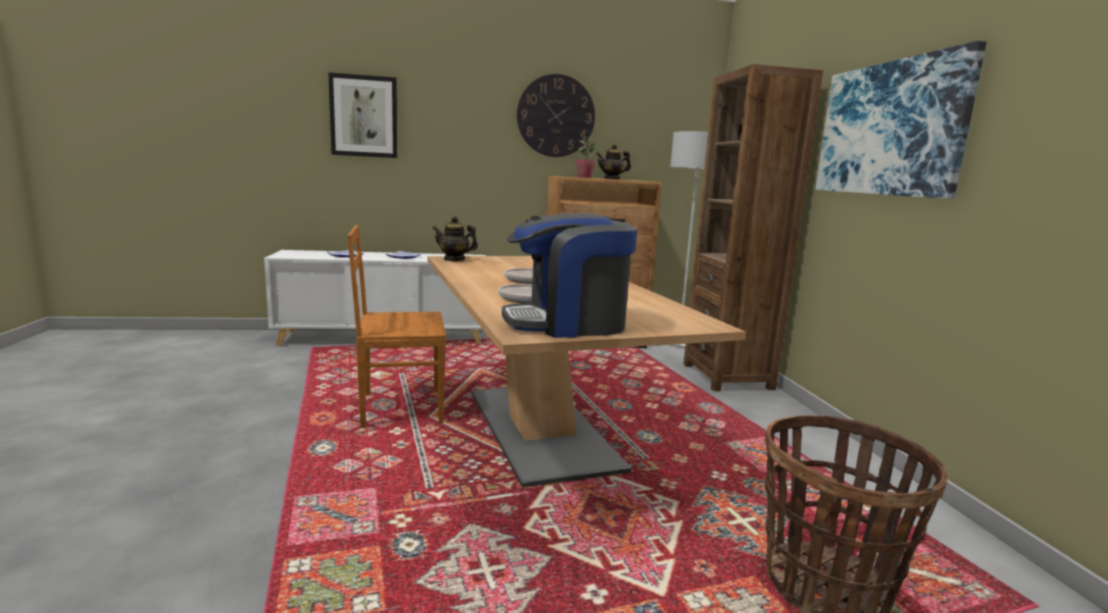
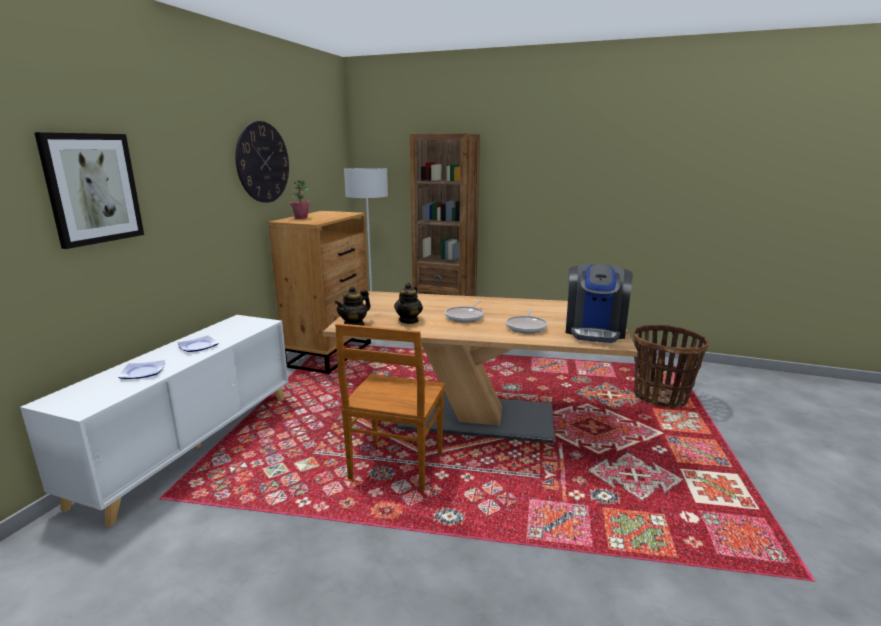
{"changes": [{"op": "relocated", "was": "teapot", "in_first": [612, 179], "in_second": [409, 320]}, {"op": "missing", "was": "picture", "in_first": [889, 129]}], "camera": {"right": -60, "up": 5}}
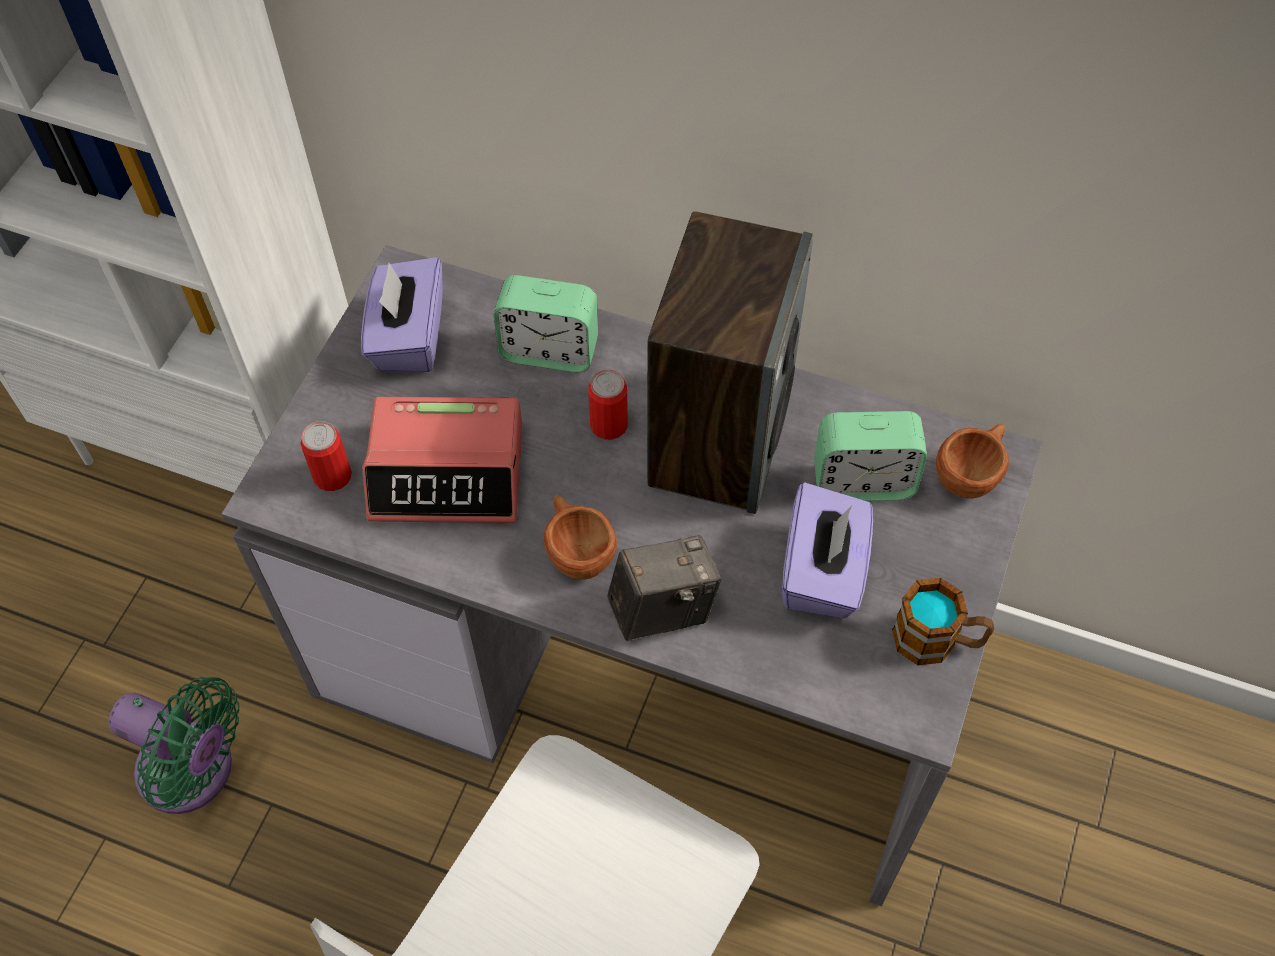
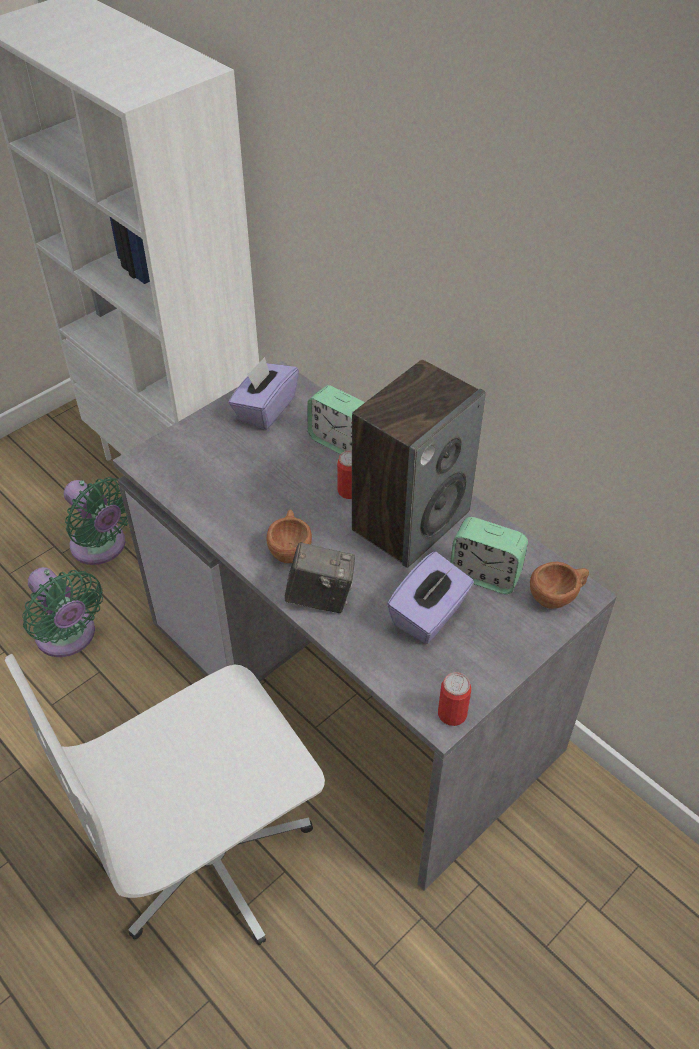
{"changes": [{"op": "relocated", "was": "can", "in_first": [332, 475], "in_second": [452, 713]}, {"op": "missing", "was": "bedside clock", "in_first": [448, 472]}, {"op": "missing", "was": "coffee mug", "in_first": [937, 640]}, {"op": "appeared", "now": "cooling fan/greenish", "in_second": [102, 547]}], "camera": {"right": 25, "up": -10}}
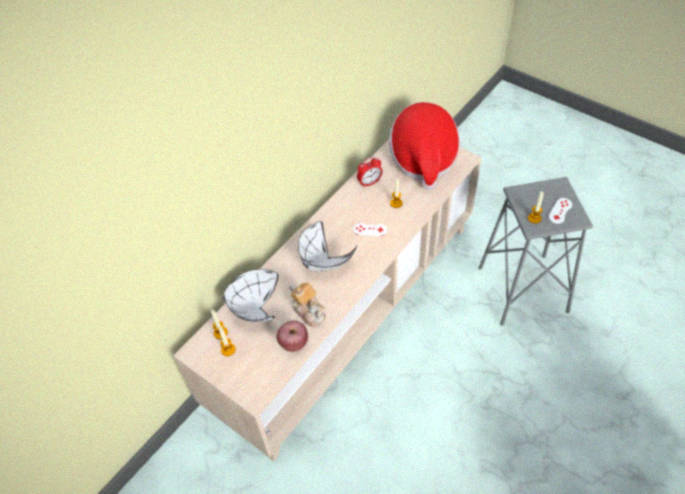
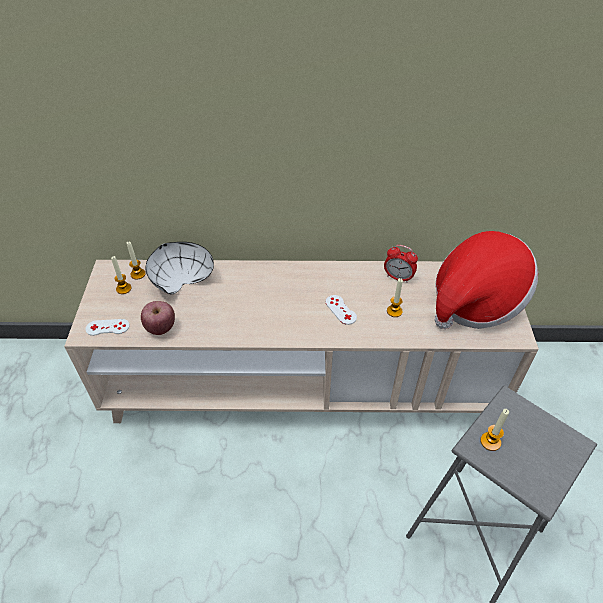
{"changes": [{"op": "missing", "was": "teapot", "in_first": [309, 311]}, {"op": "missing", "was": "deep dish/white-coloured", "in_first": [324, 262]}, {"op": "relocated", "was": "joypad/white-coloured", "in_first": [560, 211], "in_second": [107, 327]}], "camera": {"right": 50, "up": -5}}
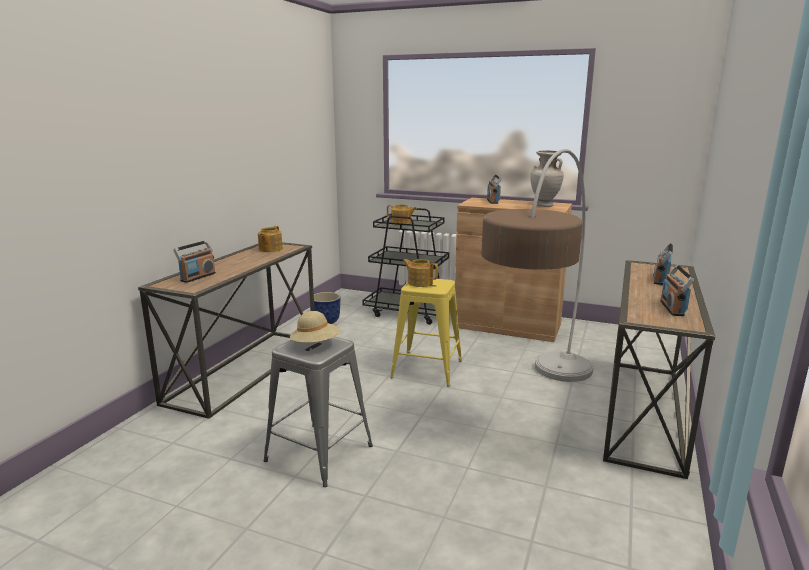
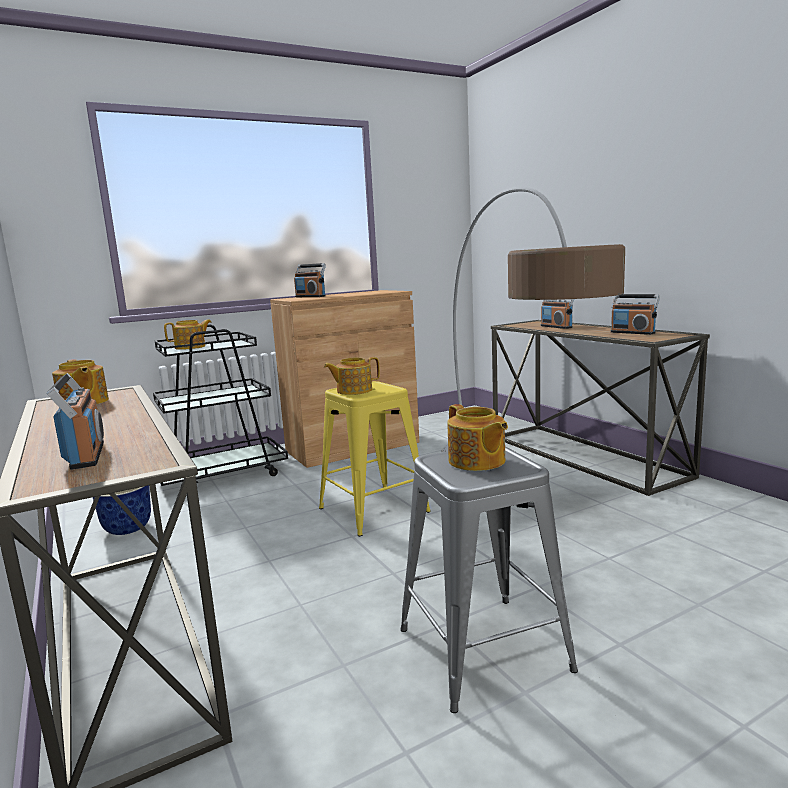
{"changes": [{"op": "exchanged", "was": "clothing hat/sand-coloured", "now": "teapot", "in_first": [315, 344], "in_second": [477, 461]}, {"op": "missing", "was": "vase/sand-coloured", "in_first": [544, 205]}], "camera": {"right": -50, "up": -5}}
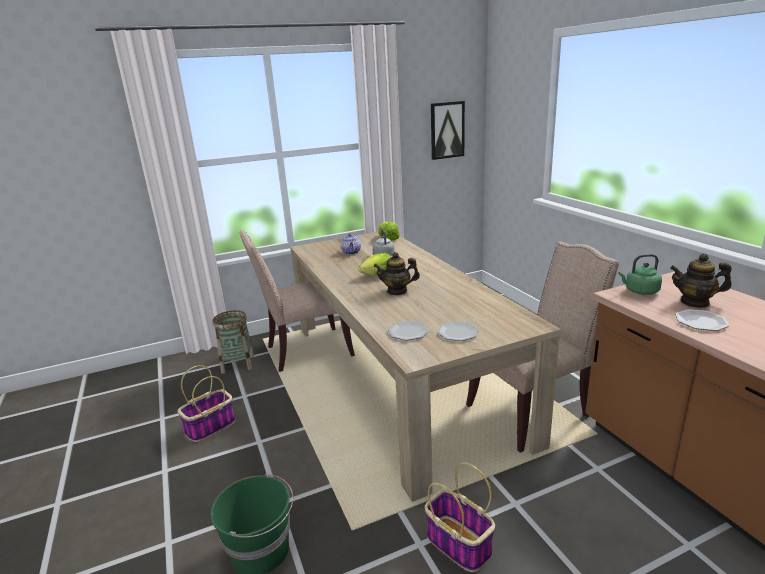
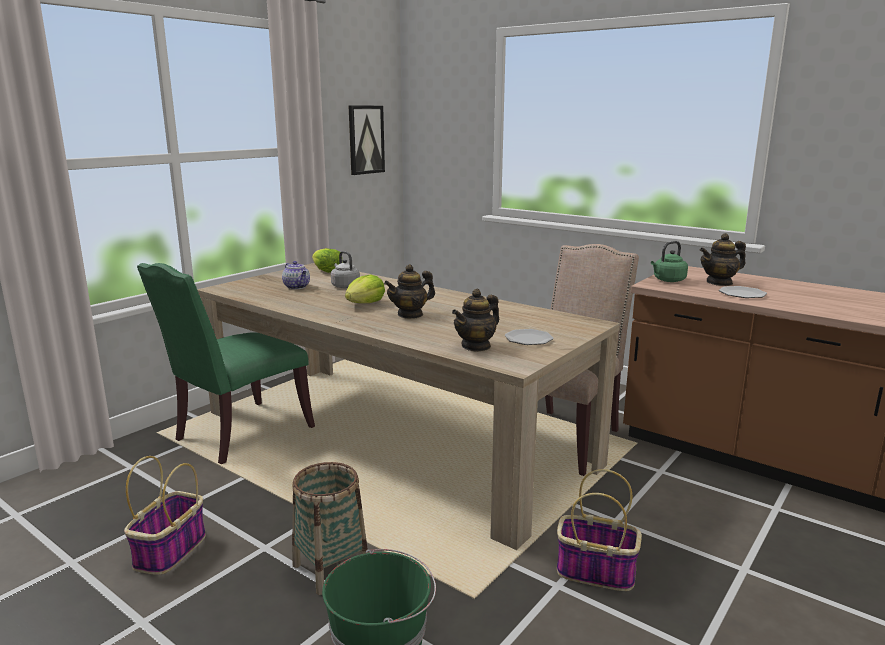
{"changes": [{"op": "relocated", "was": "basket", "in_first": [238, 364], "in_second": [330, 568]}, {"op": "colour", "was": "upright chair/sand-coloured", "now": "upright chair/greenish", "in_first": [305, 351], "in_second": [239, 435]}, {"op": "exchanged", "was": "flat dish", "now": "teapot", "in_first": [408, 332], "in_second": [476, 346]}], "camera": {"right": -30, "up": -5}}
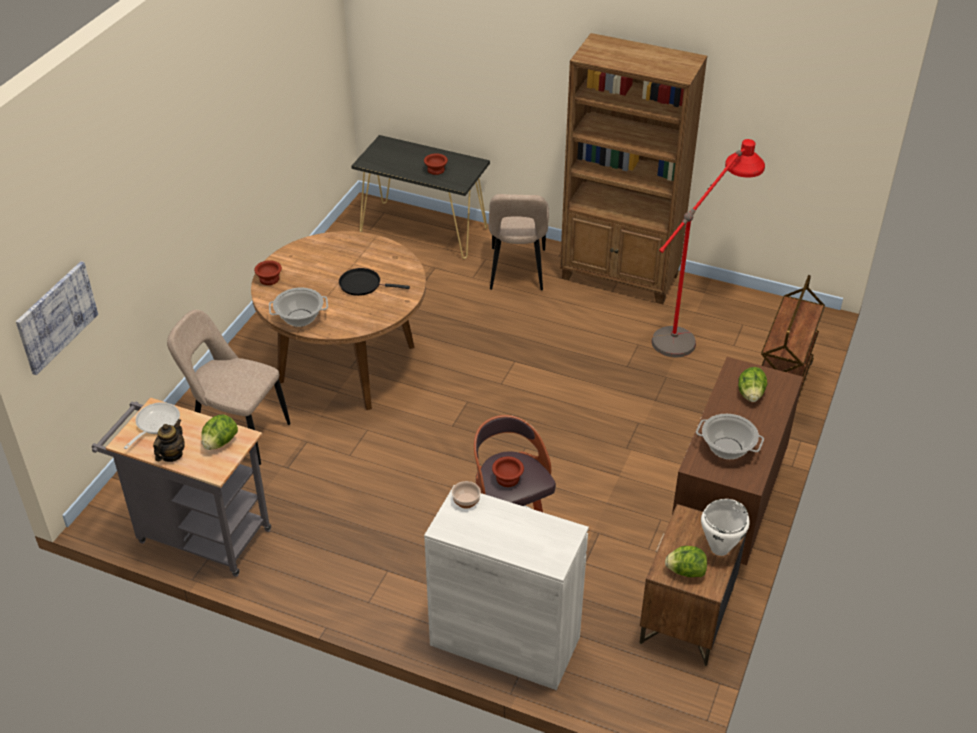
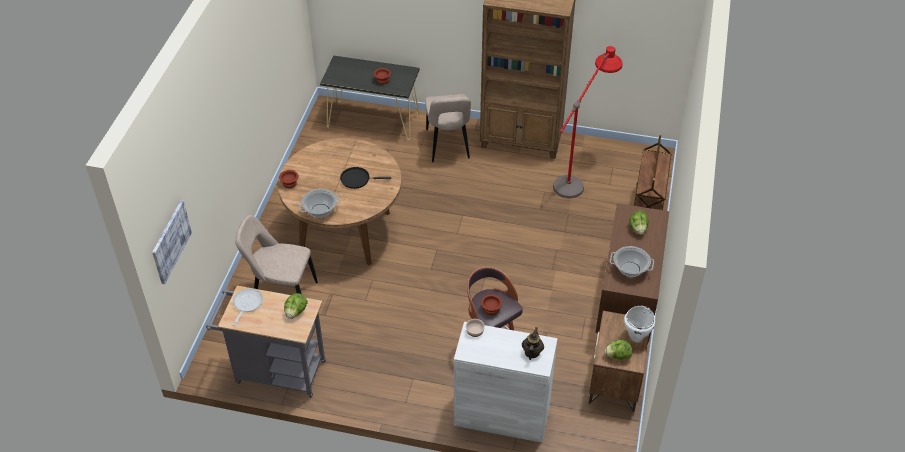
{"changes": [{"op": "relocated", "was": "teapot", "in_first": [171, 455], "in_second": [532, 352]}], "camera": {"right": -10, "up": 5}}
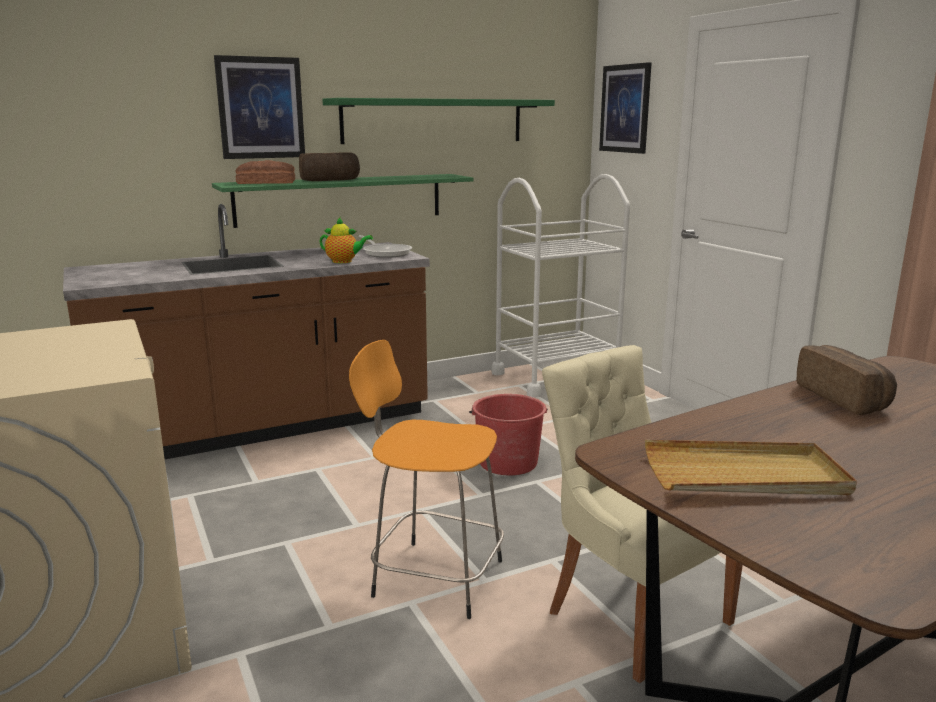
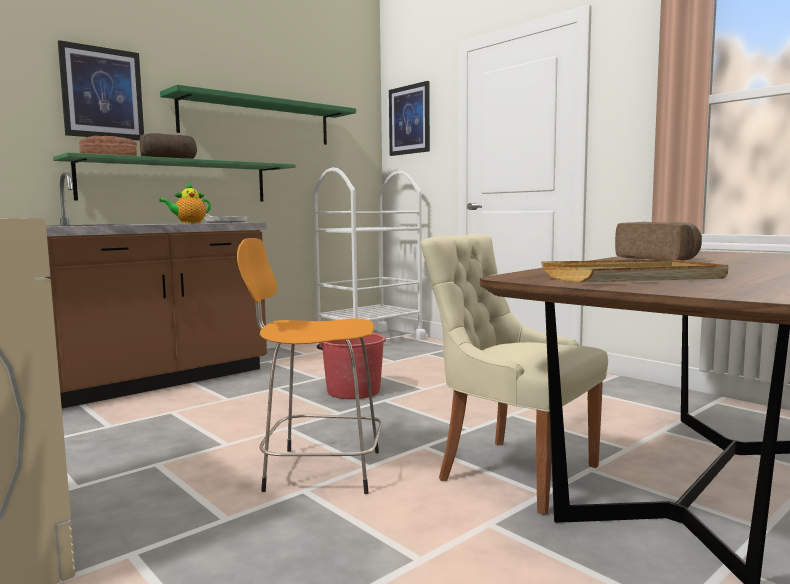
{"changes": [{"op": "spun", "was": "teapot", "in_first": [344, 261], "in_second": [188, 223], "clockwise": 150}], "camera": {"right": -15, "up": -10}}
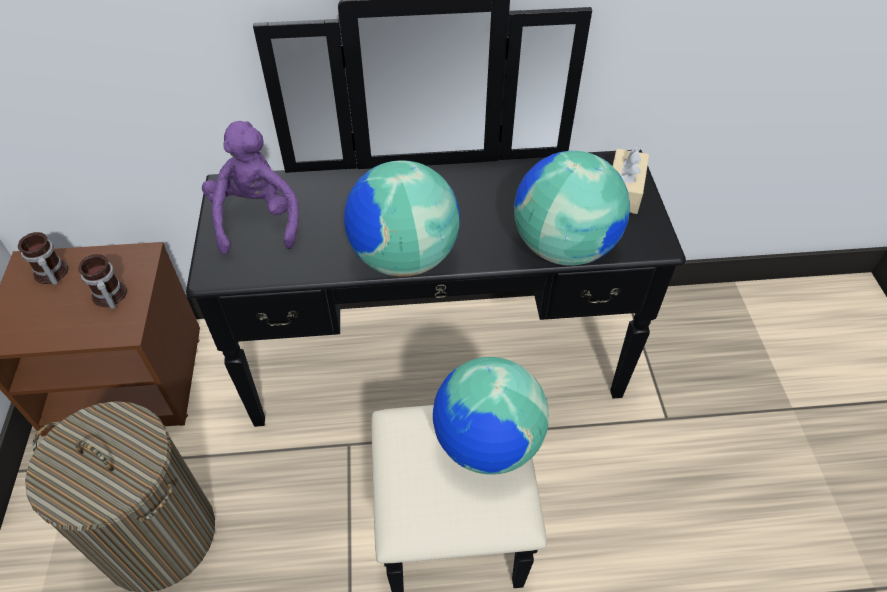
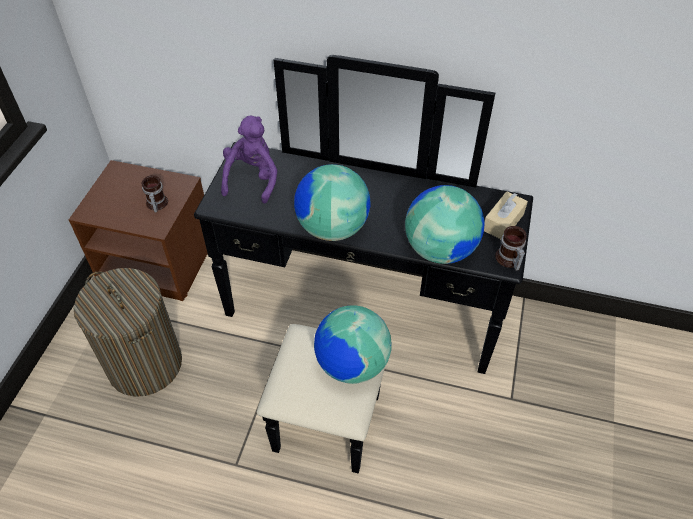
{"changes": [{"op": "relocated", "was": "coffee mug", "in_first": [50, 275], "in_second": [508, 260]}], "camera": {"right": 20, "up": 0}}
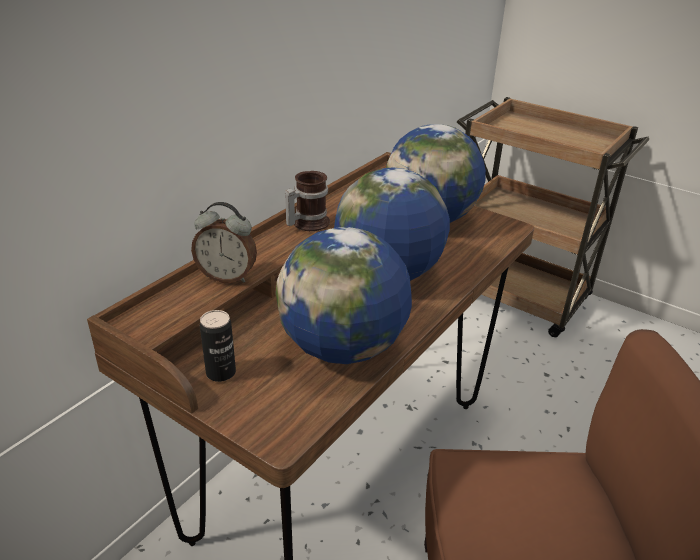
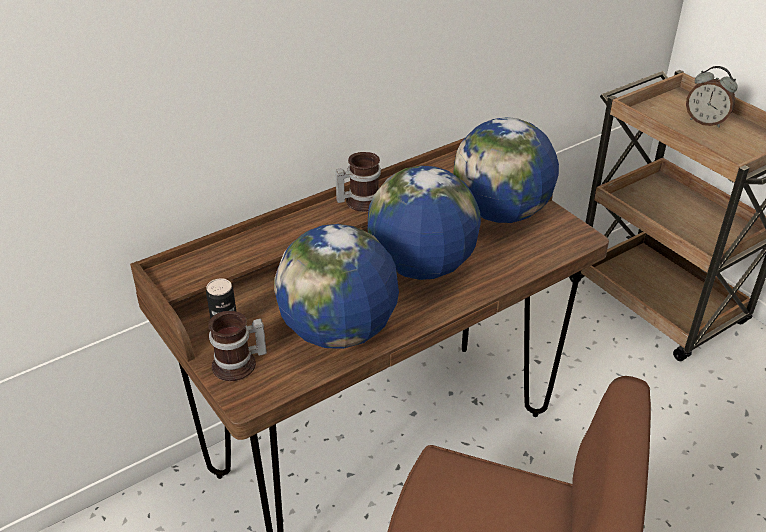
{"changes": [{"op": "relocated", "was": "bedside clock", "in_first": [227, 276], "in_second": [705, 122]}, {"op": "appeared", "now": "coffee mug", "in_second": [239, 365]}], "camera": {"right": 20, "up": 5}}
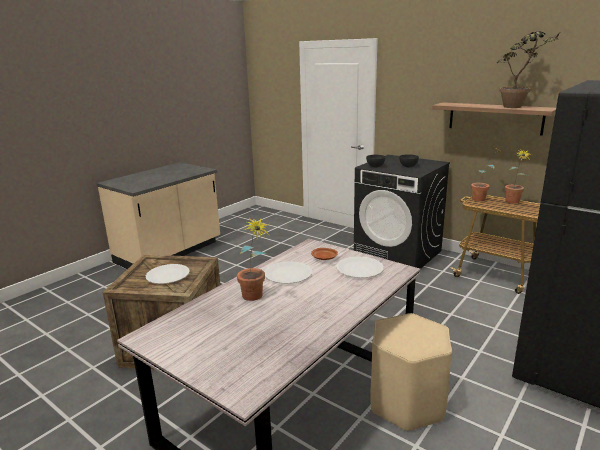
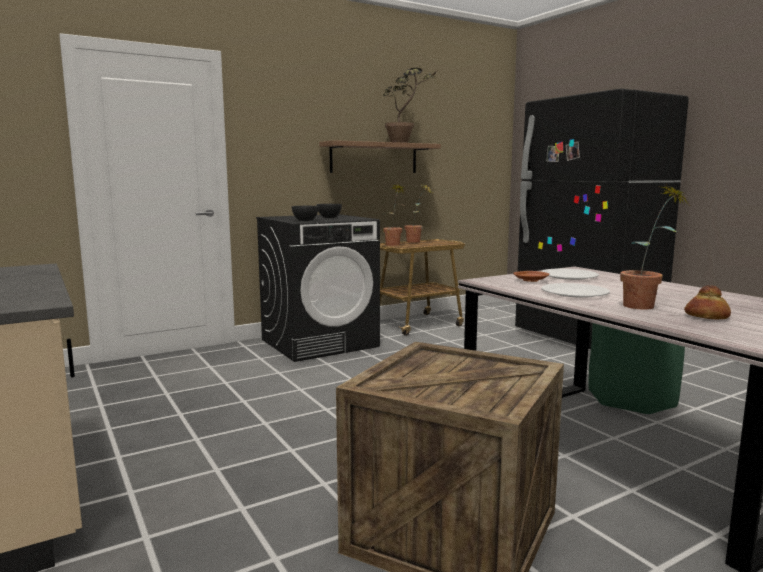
{"changes": [{"op": "missing", "was": "flat dish/white-coloured", "in_first": [168, 275]}, {"op": "colour", "was": "stool seat/sand-coloured", "now": "stool seat/greenish", "in_first": [406, 403], "in_second": [632, 399]}, {"op": "appeared", "now": "bread", "in_second": [706, 317]}], "camera": {"right": -70, "up": -10}}
